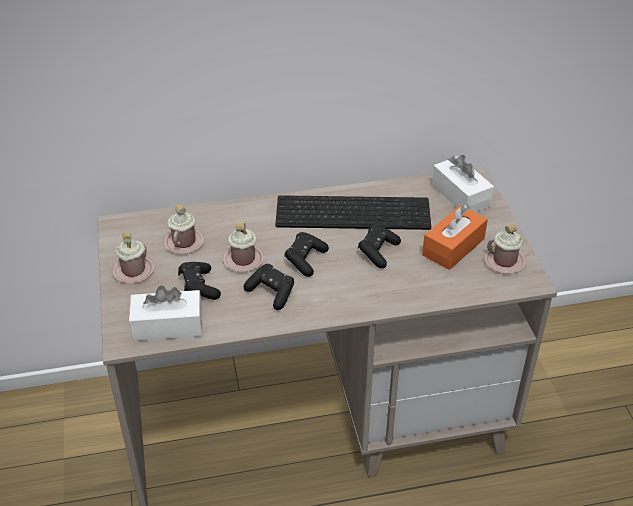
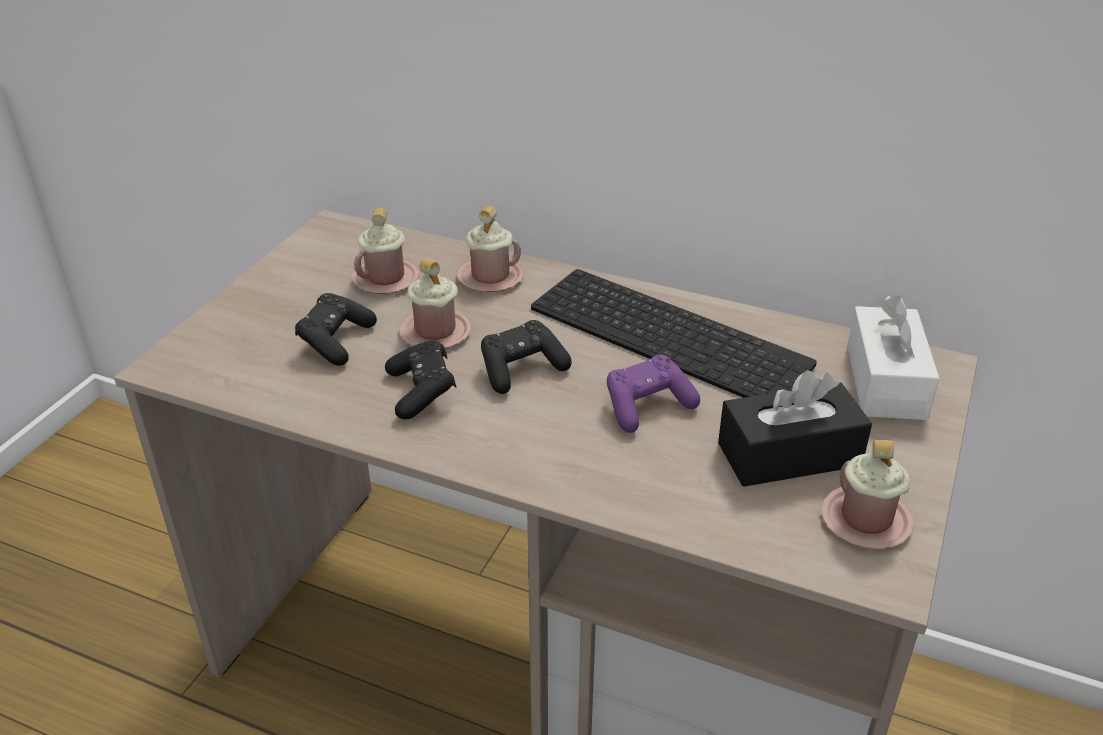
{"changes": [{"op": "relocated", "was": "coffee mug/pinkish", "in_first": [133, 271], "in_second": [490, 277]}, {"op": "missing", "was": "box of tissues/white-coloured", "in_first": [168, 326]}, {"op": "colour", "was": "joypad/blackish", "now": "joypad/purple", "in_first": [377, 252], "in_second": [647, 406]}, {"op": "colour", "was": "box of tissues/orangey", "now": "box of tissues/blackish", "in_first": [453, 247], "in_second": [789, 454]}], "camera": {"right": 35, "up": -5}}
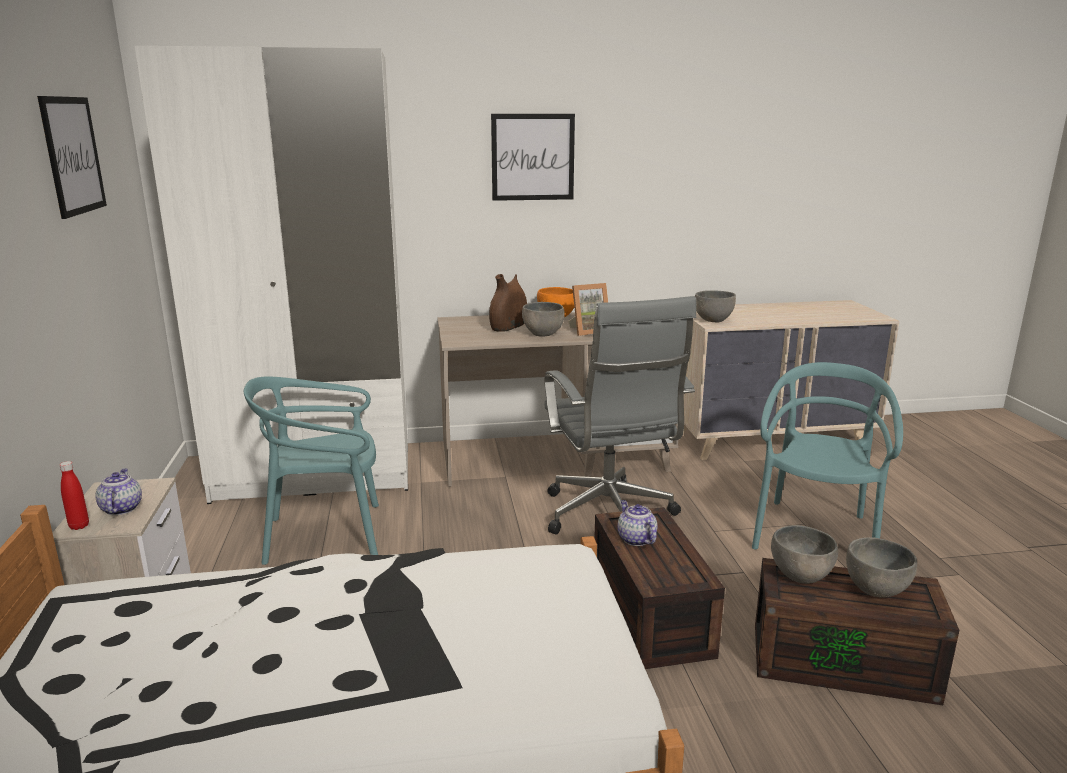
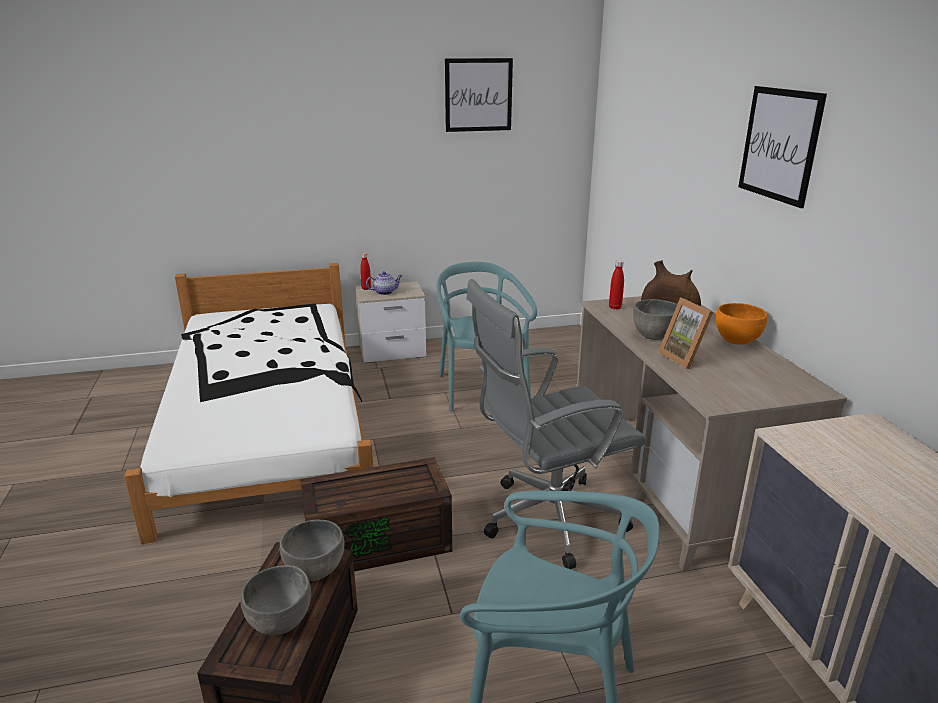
{"changes": [{"op": "missing", "was": "armoire/white-coloured", "in_first": [315, 473]}, {"op": "missing", "was": "teapot", "in_first": [635, 539]}, {"op": "missing", "was": "deep dish/greyish", "in_first": [713, 320]}, {"op": "appeared", "now": "bottle/red-coloured", "in_second": [615, 307]}], "camera": {"right": 85, "up": 5}}
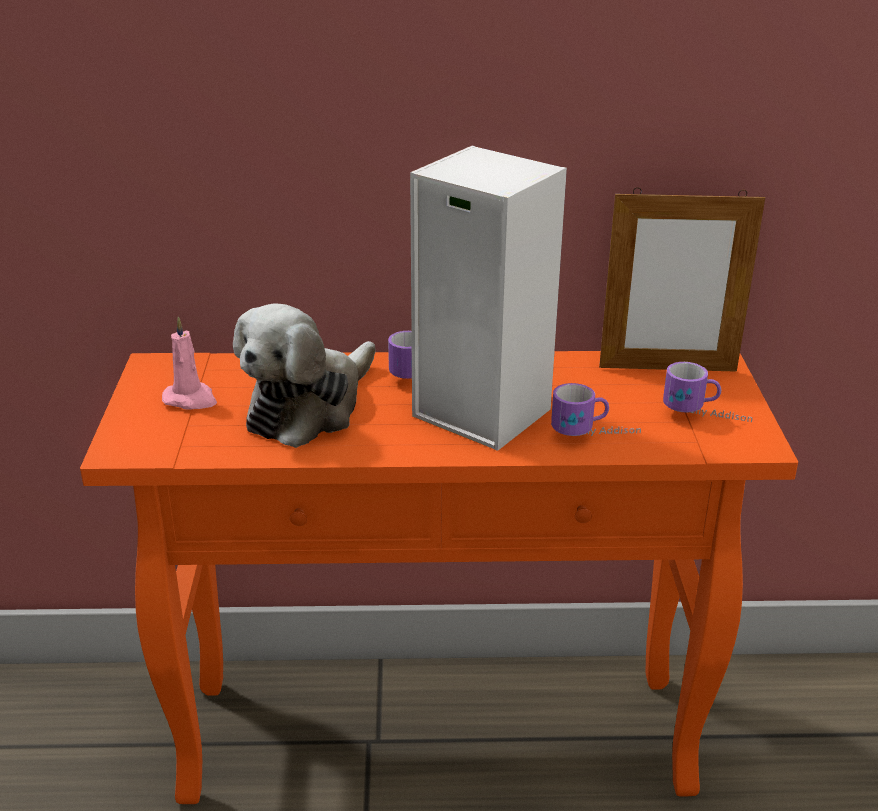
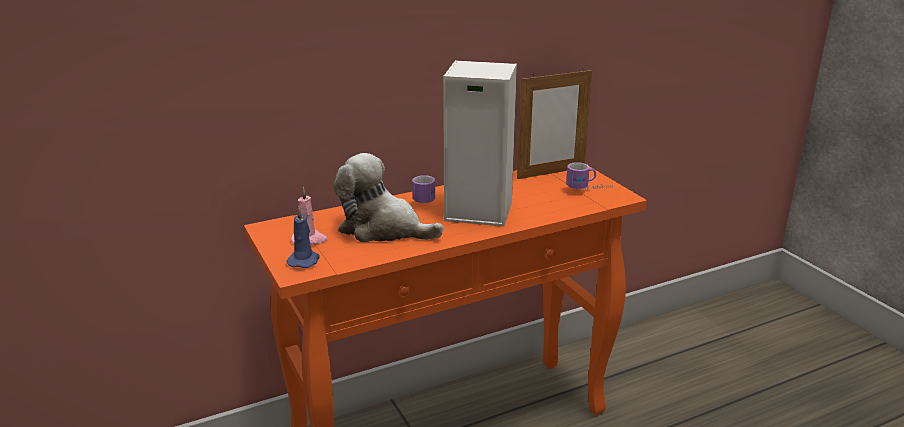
{"changes": [{"op": "spun", "was": "soft toy", "in_first": [309, 408], "in_second": [383, 229], "clockwise": 105}, {"op": "missing", "was": "coffee mug", "in_first": [595, 436]}, {"op": "appeared", "now": "wax candle/bluish", "in_second": [304, 260]}], "camera": {"right": -25, "up": -5}}
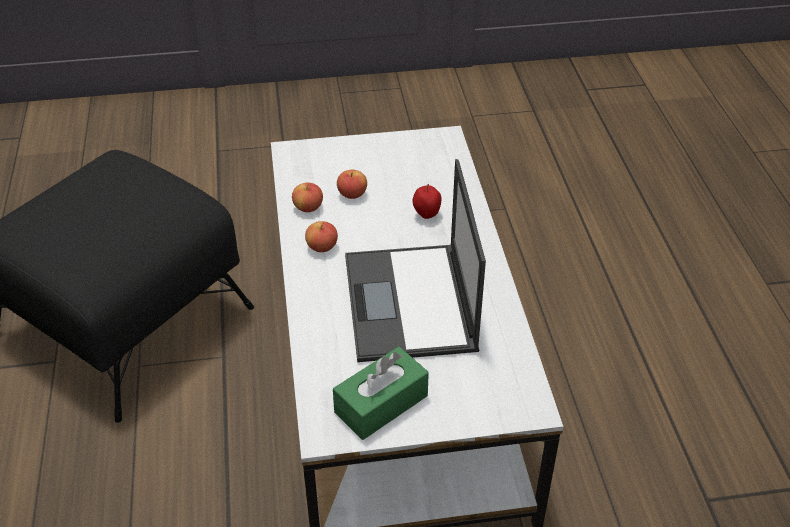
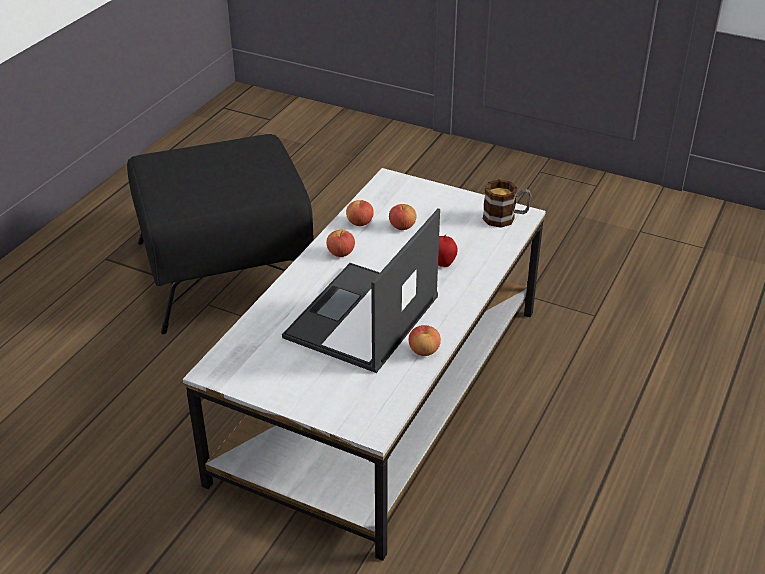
{"changes": [{"op": "missing", "was": "box of tissues/greenish", "in_first": [381, 404]}, {"op": "appeared", "now": "apple fruit", "in_second": [424, 351]}, {"op": "appeared", "now": "coffee mug", "in_second": [505, 218]}], "camera": {"right": 35, "up": -5}}
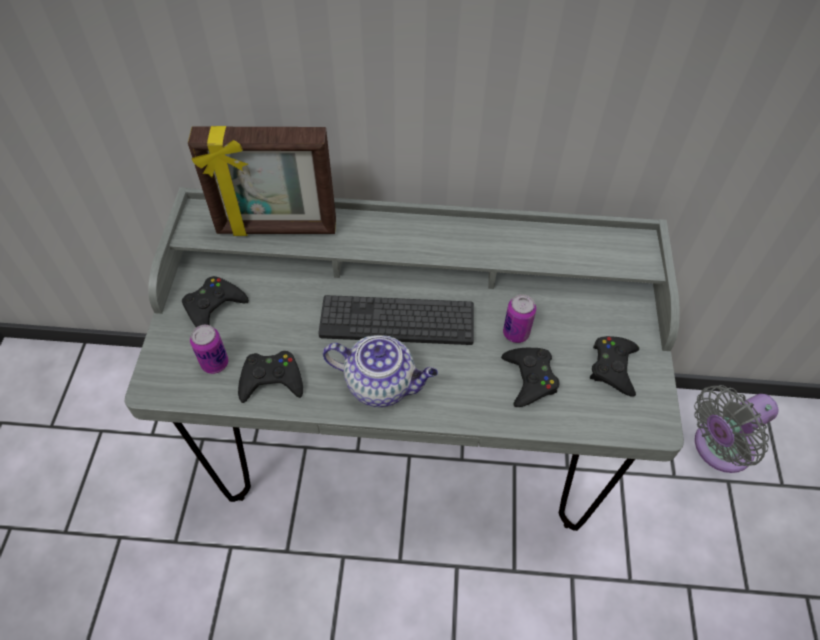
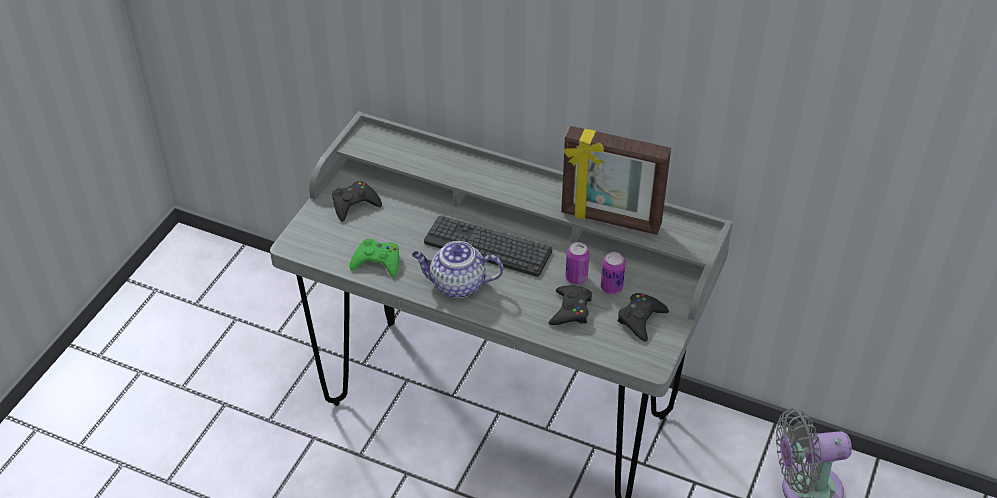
{"changes": [{"op": "relocated", "was": "photo frame", "in_first": [276, 229], "in_second": [610, 220]}, {"op": "relocated", "was": "can", "in_first": [215, 363], "in_second": [611, 287]}, {"op": "colour", "was": "joypad/blackish", "now": "joypad/greenish", "in_first": [271, 380], "in_second": [377, 262]}, {"op": "spun", "was": "teapot", "in_first": [382, 384], "in_second": [457, 285], "clockwise": 150}], "camera": {"right": 20, "up": -10}}
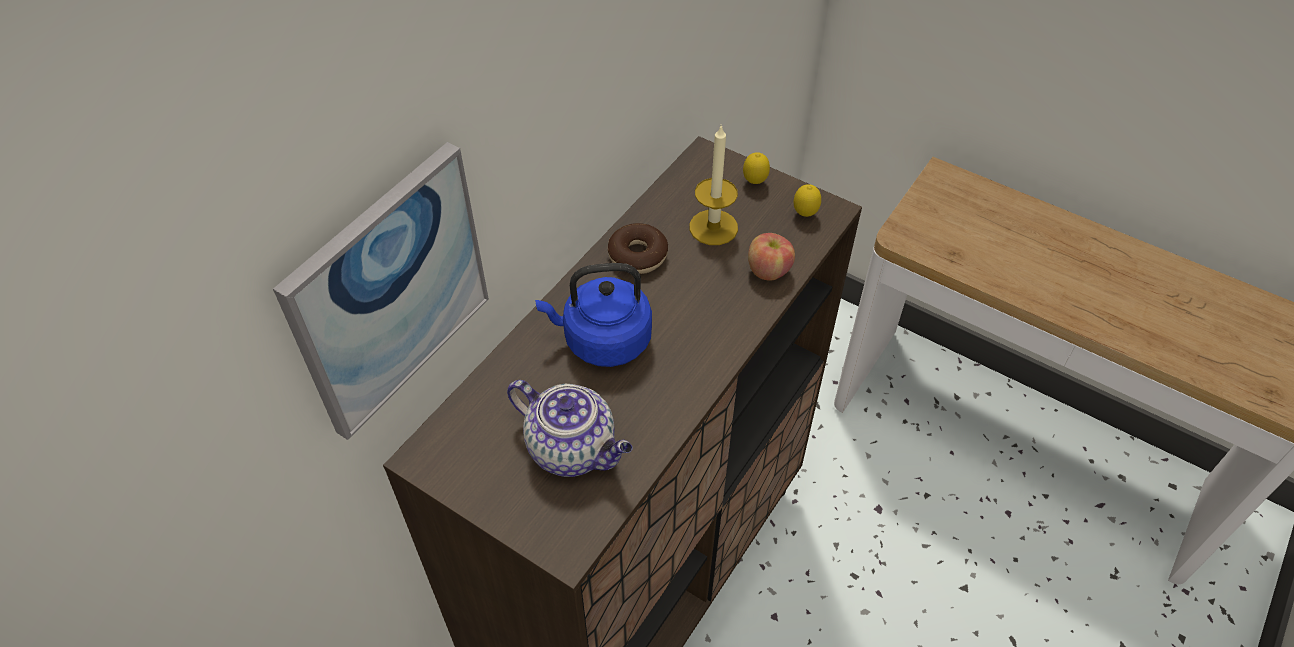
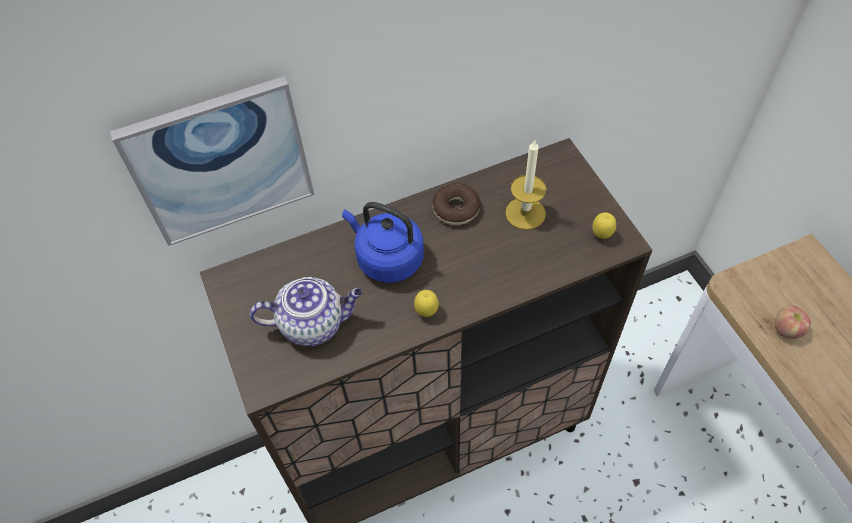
{"changes": [{"op": "spun", "was": "teapot", "in_first": [573, 449], "in_second": [314, 323], "clockwise": -75}, {"op": "relocated", "was": "lemon", "in_first": [754, 182], "in_second": [426, 312]}, {"op": "relocated", "was": "apple fruit", "in_first": [768, 270], "in_second": [786, 329]}], "camera": {"right": 35, "up": 5}}
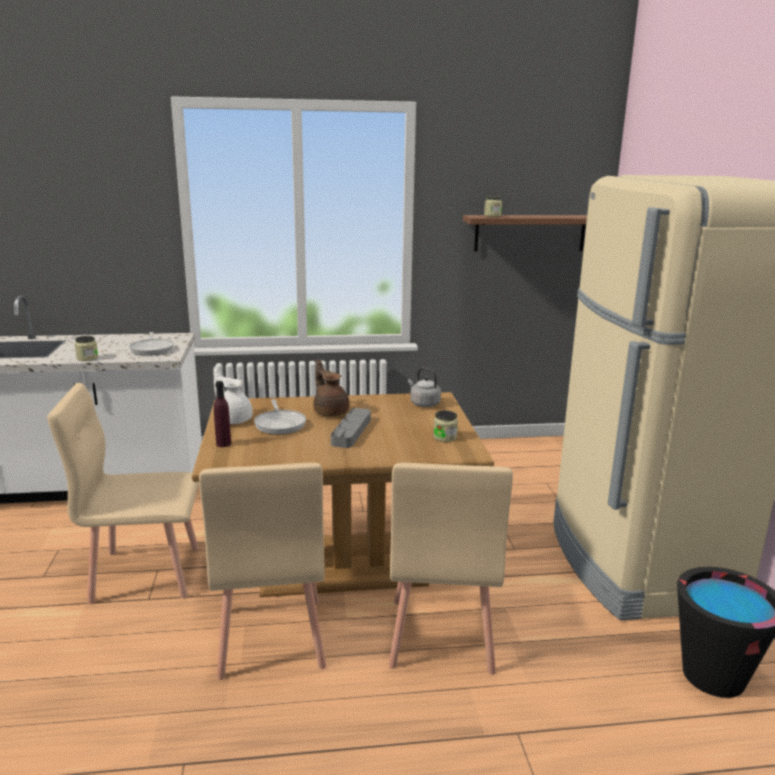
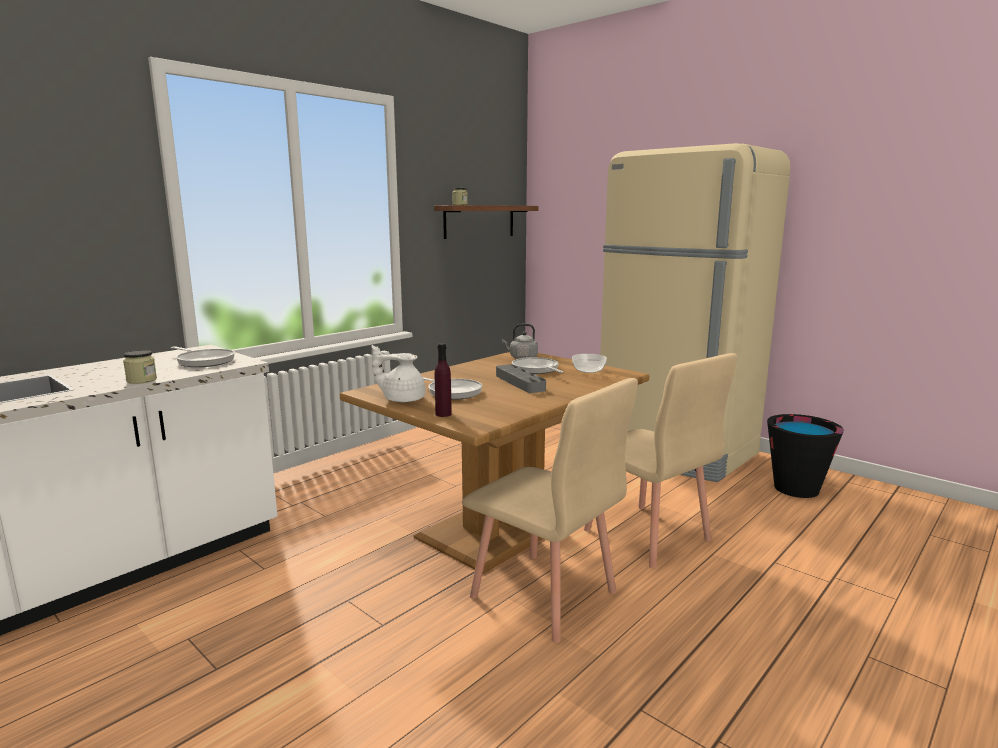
{"changes": [{"op": "missing", "was": "upright chair/sand-coloured", "in_first": [145, 573]}, {"op": "missing", "was": "teapot/brown-coloured", "in_first": [330, 412]}, {"op": "exchanged", "was": "storage jar", "now": "deep dish", "in_first": [445, 437], "in_second": [588, 370]}, {"op": "appeared", "now": "skillet", "in_second": [536, 369]}], "camera": {"right": -40, "up": -5}}
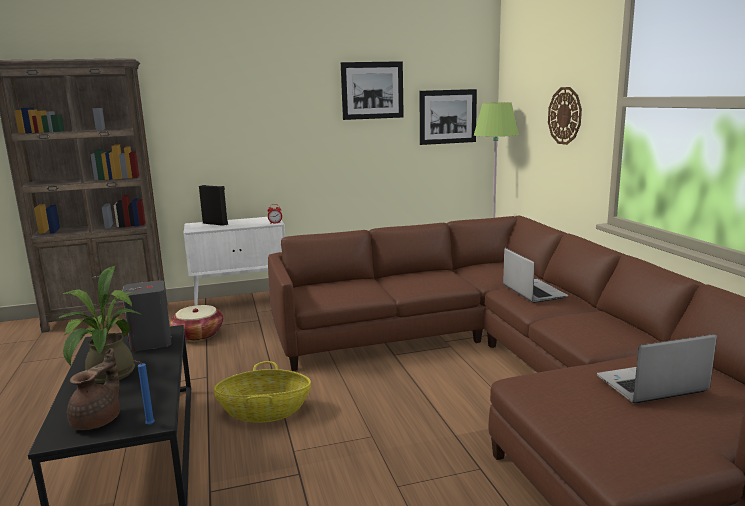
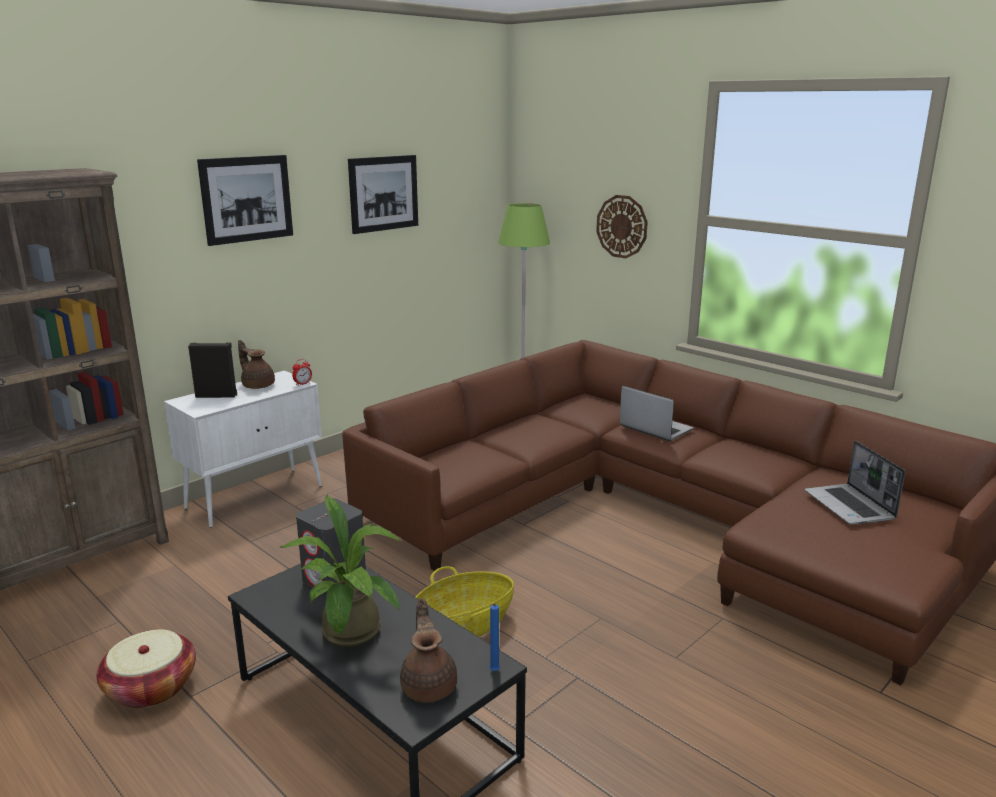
{"changes": [{"op": "relocated", "was": "basket", "in_first": [198, 335], "in_second": [151, 687]}, {"op": "relocated", "was": "picture", "in_first": [447, 116], "in_second": [247, 199]}, {"op": "spun", "was": "portable computer", "in_first": [651, 386], "in_second": [850, 506], "clockwise": -60}, {"op": "appeared", "now": "teapot/brown-coloured", "in_second": [257, 385]}], "camera": {"right": -30, "up": 5}}
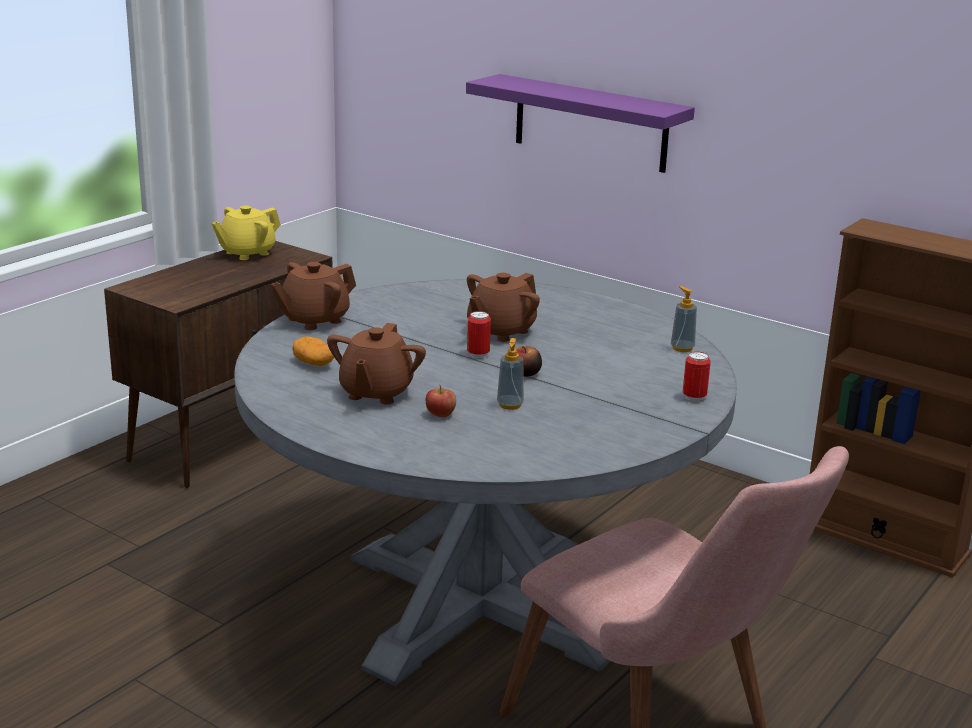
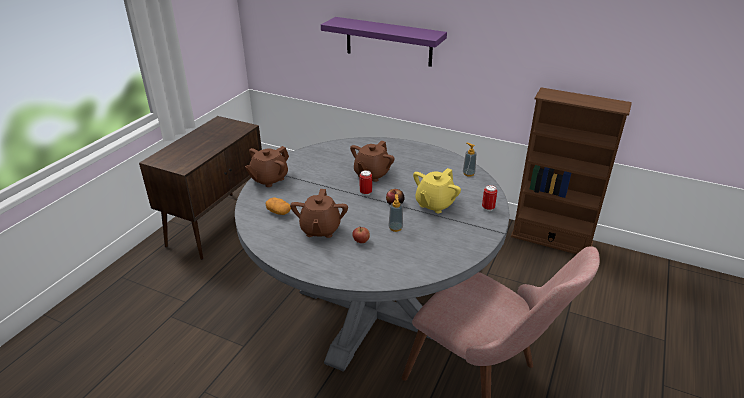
{"changes": [{"op": "relocated", "was": "teapot/yellow", "in_first": [247, 253], "in_second": [434, 204]}], "camera": {"right": -10, "up": 10}}
